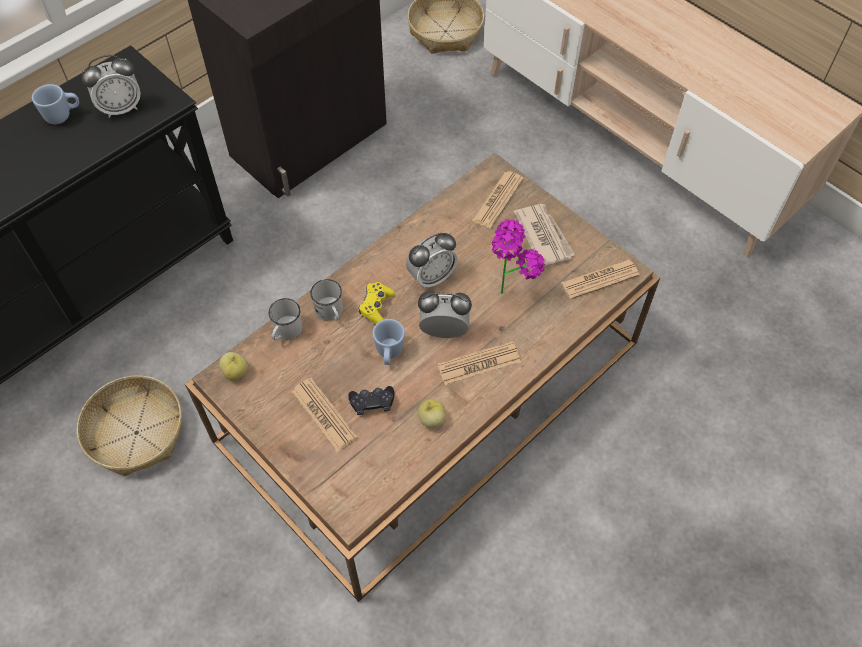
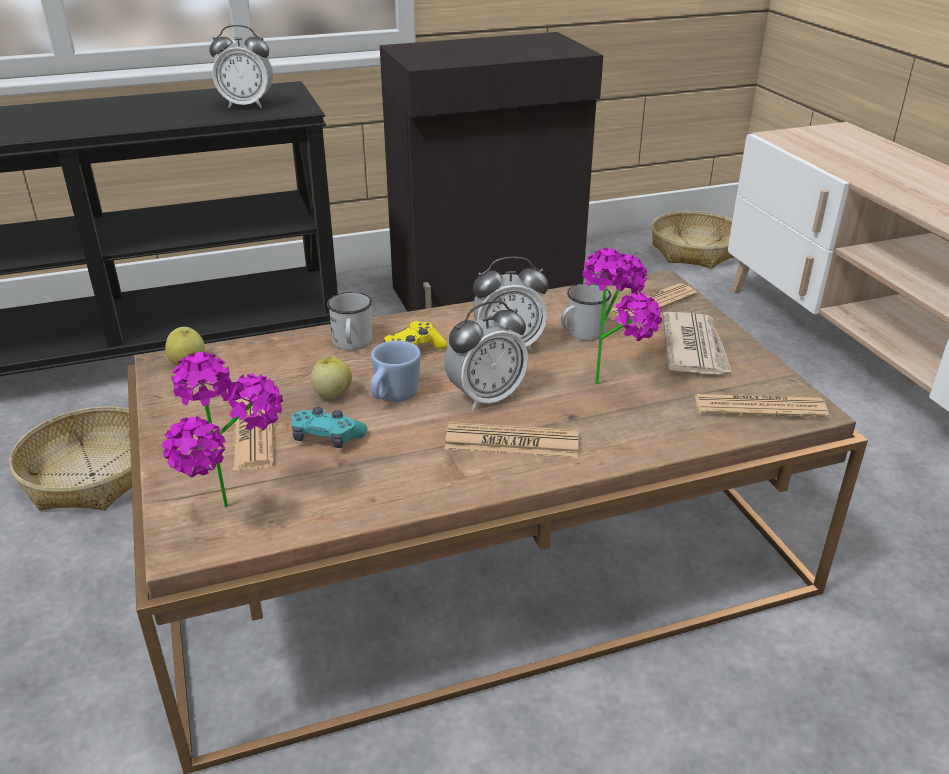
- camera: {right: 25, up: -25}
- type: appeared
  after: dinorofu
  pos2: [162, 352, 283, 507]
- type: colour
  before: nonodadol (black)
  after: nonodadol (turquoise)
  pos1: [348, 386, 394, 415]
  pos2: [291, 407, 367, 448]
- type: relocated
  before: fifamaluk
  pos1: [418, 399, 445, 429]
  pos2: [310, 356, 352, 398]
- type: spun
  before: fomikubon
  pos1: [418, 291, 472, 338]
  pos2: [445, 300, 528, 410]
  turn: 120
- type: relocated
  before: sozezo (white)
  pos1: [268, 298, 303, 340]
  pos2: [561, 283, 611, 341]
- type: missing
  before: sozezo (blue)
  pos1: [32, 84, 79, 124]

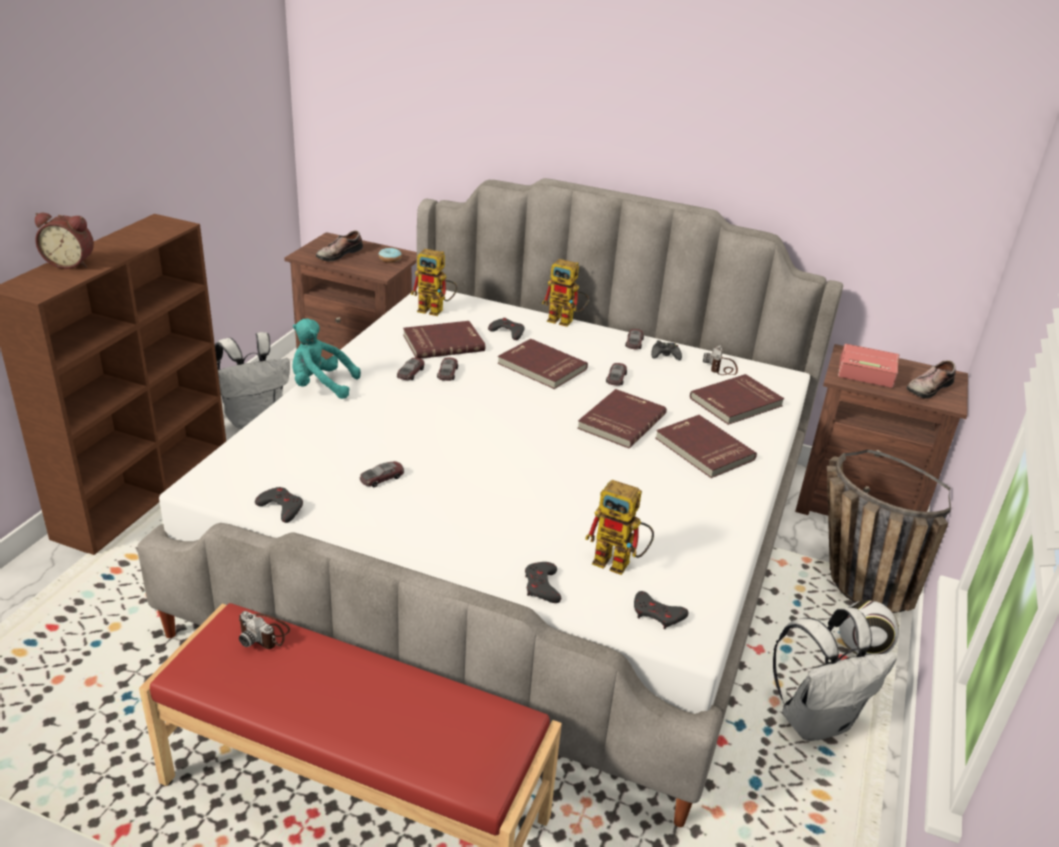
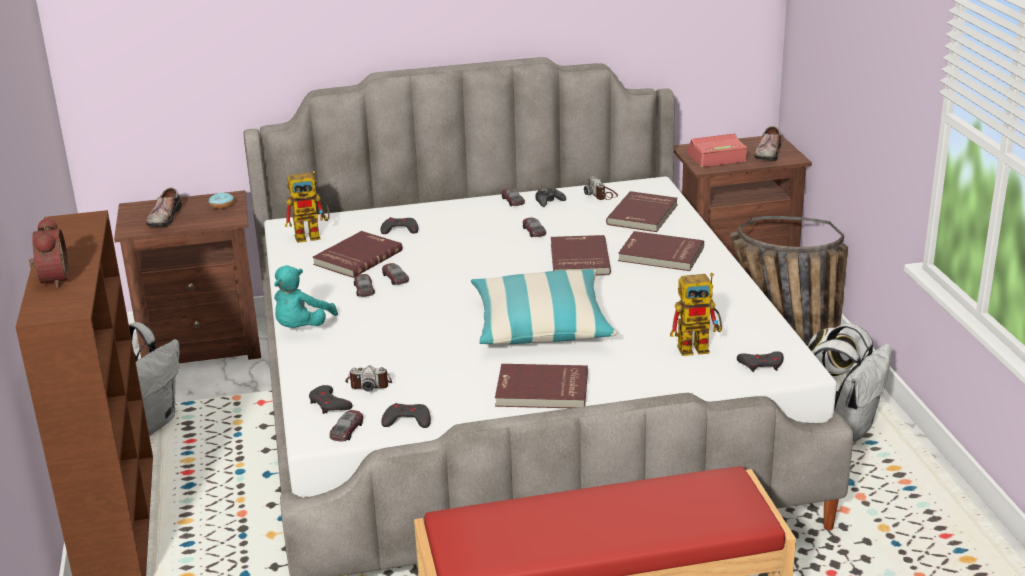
- camera: {right: -30, up: -5}
- type: spun
  before: fomikubon
  pos1: [35, 213, 94, 269]
  pos2: [29, 217, 69, 288]
  turn: -75
- type: spun
  before: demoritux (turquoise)
  pos1: [292, 319, 361, 399]
  pos2: [274, 265, 338, 328]
  turn: -45
- type: relocated
  before: nonodadol (grey)
  pos1: [525, 562, 561, 603]
  pos2: [309, 385, 353, 414]
- type: relocated
  before: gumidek
  pos1: [360, 461, 404, 487]
  pos2: [330, 410, 363, 441]
- type: relocated
  before: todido
  pos1: [239, 611, 290, 649]
  pos2: [345, 366, 392, 392]
- type: appeared
  after: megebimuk
  pos2: [471, 269, 618, 344]
- type: relocated
  before: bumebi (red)
  pos1: [497, 339, 588, 389]
  pos2: [495, 364, 588, 408]
- type: missing
  before: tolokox
  pos1: [542, 259, 589, 327]

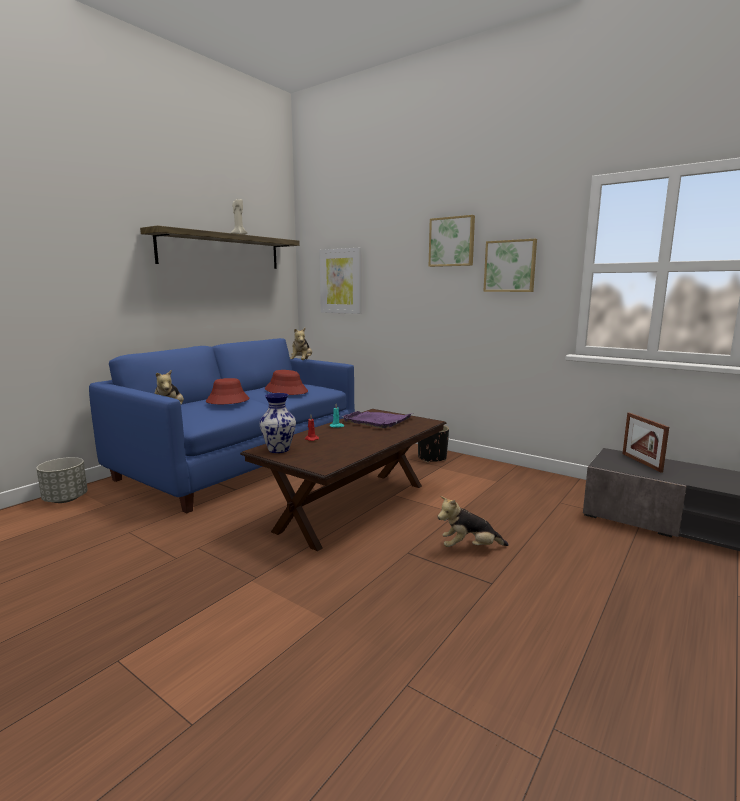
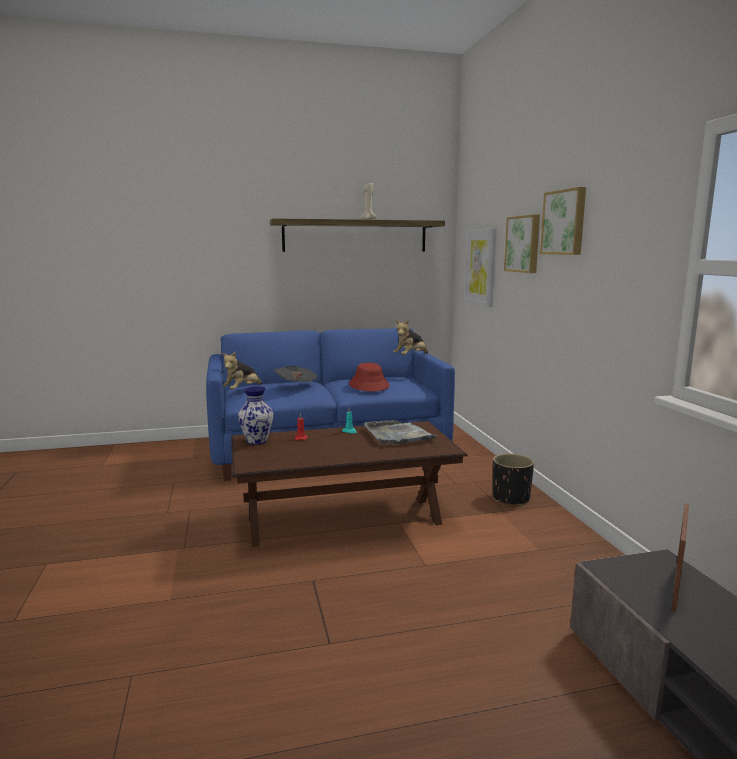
- camera: {right: 40, up: 0}
- type: exchanged
  before: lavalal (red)
  after: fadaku
  pos1: [206, 378, 249, 404]
  pos2: [273, 366, 318, 382]
- type: colour
  before: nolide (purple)
  after: nolide (grey)
  pos1: [342, 411, 413, 428]
  pos2: [364, 420, 436, 444]
- type: relocated
  before: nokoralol
  pos1: [483, 239, 537, 292]
  pos2: [504, 215, 540, 273]
- type: missing
  before: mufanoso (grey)
  pos1: [36, 457, 88, 503]
- type: missing
  before: demoritux
  pos1: [438, 496, 509, 547]

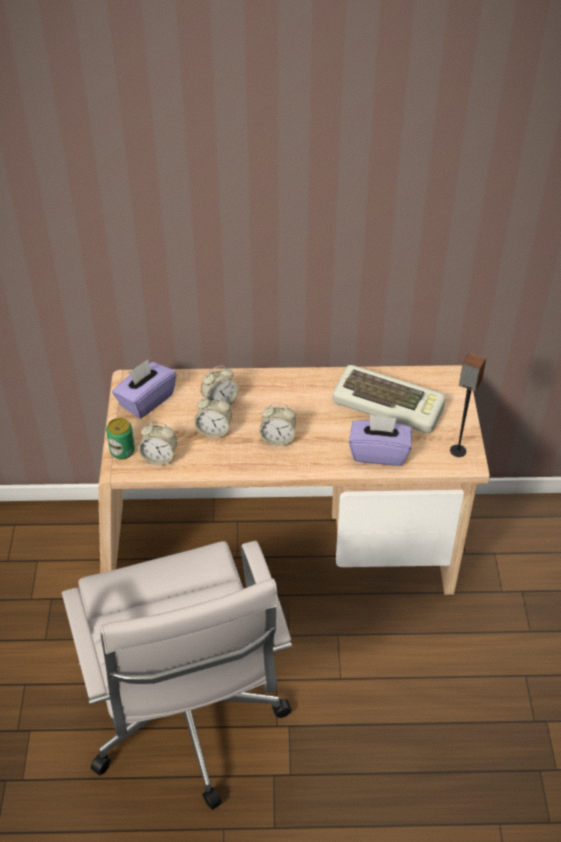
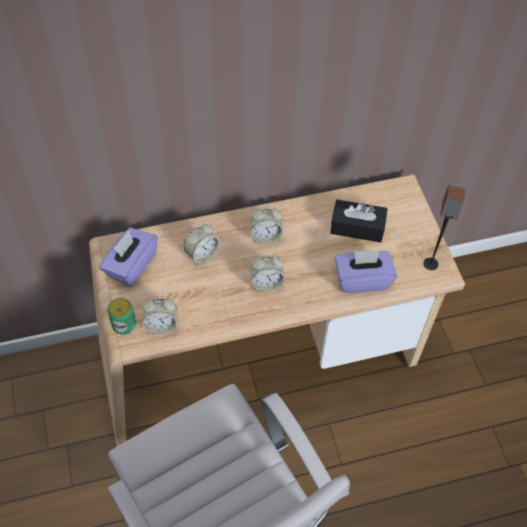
- camera: {right: -15, up: 10}
- type: relocated
  before: fomikubon
  pos1: [194, 395, 232, 438]
  pos2: [250, 207, 283, 243]
- type: exchanged
  before: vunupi
  after: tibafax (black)
  pos1: [333, 365, 446, 433]
  pos2: [330, 200, 388, 243]

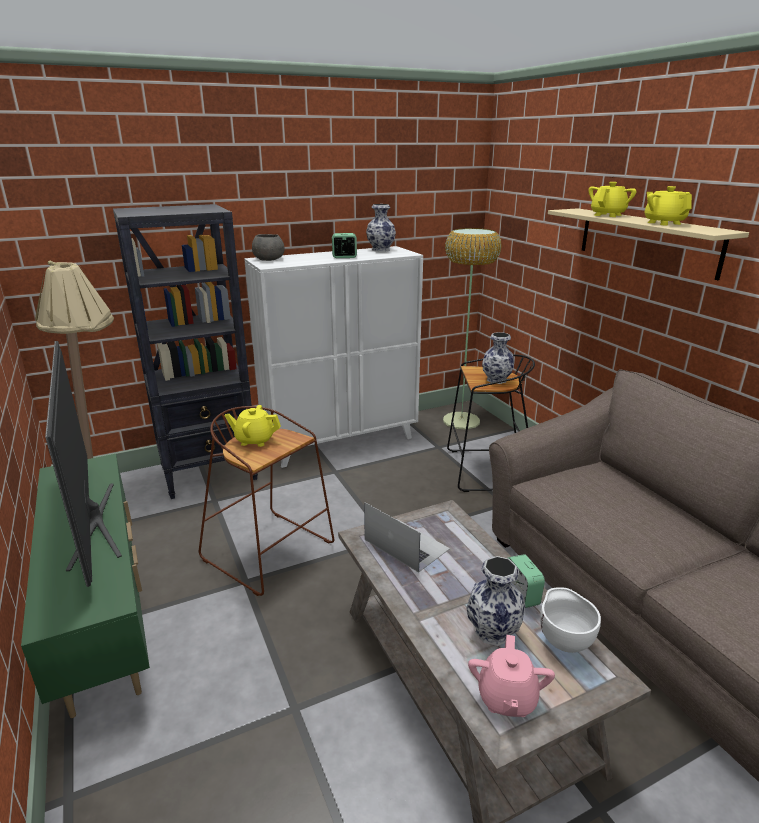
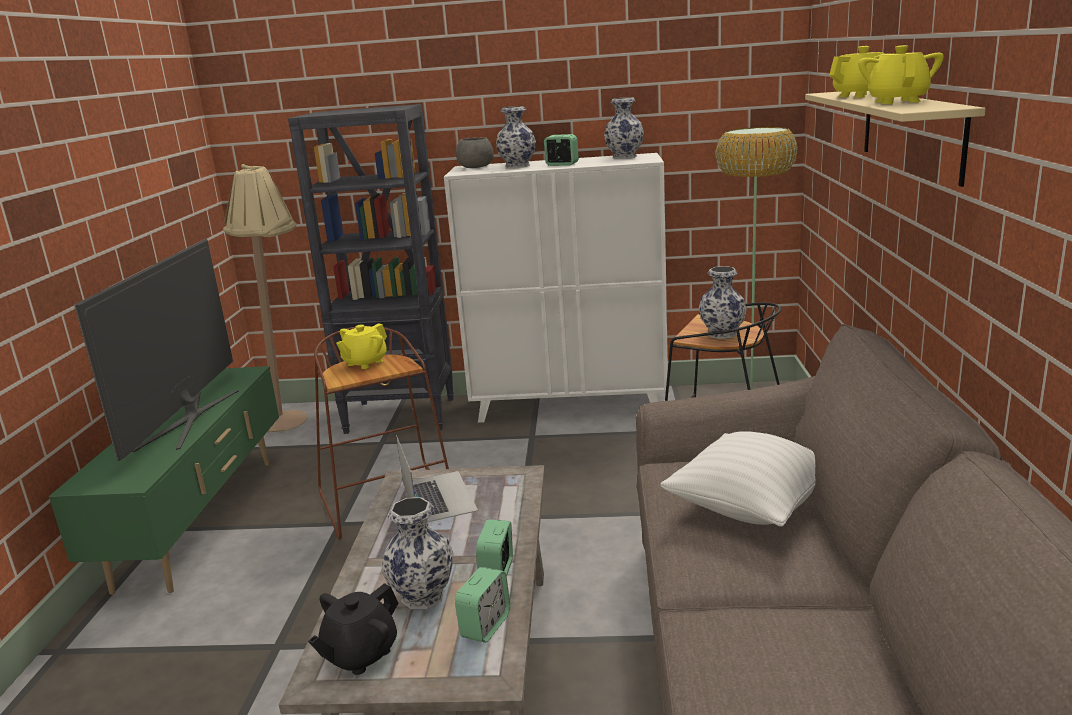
- camera: {right: 30, up: -5}
- type: colour
  before: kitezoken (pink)
  after: kitezoken (black)
  pos1: [468, 635, 555, 717]
  pos2: [308, 583, 398, 675]
- type: spun
  before: kitezoken (yellow)
  pos1: [225, 405, 281, 447]
  pos2: [336, 323, 387, 369]
  turn: -90
- type: exchanged
  before: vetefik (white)
  after: fomikubon
  pos1: [540, 587, 601, 653]
  pos2: [455, 567, 510, 643]
- type: appeared
  after: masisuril
  pos2: [496, 106, 536, 168]
- type: appeared
  after: megebimuk (white)
  pos2: [660, 431, 816, 527]

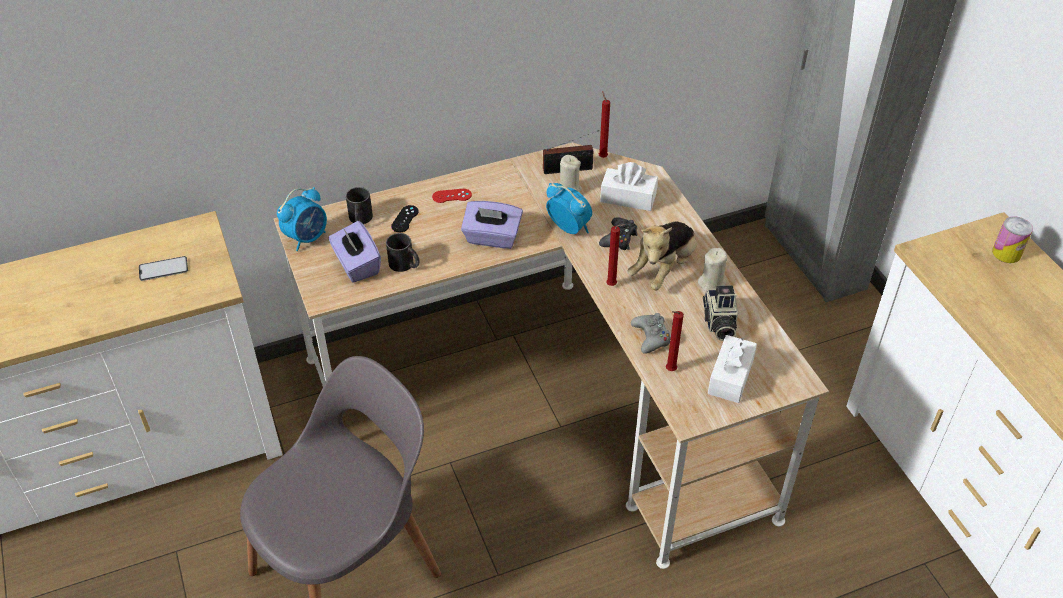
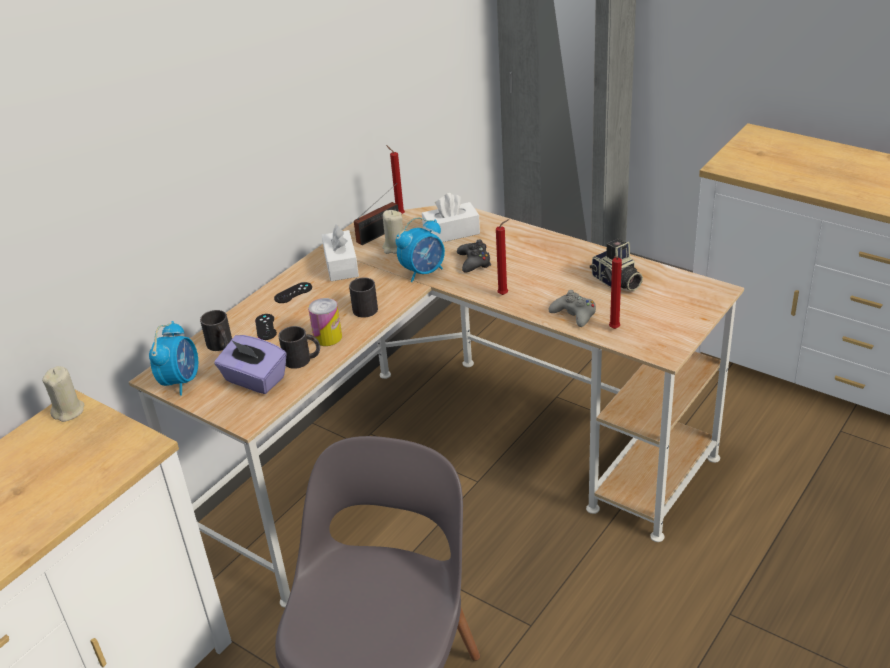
- camera: {right: -30, up: -10}
- type: relocated
  before: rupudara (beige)
  pos1: [698, 248, 727, 292]
  pos2: [42, 366, 84, 422]
- type: colour
  before: nonodadol (red)
  after: nonodadol (black)
  pos1: [432, 189, 472, 203]
  pos2: [274, 282, 312, 303]
- type: relocated
  before: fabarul
  pos1: [992, 216, 1033, 263]
  pos2: [308, 298, 342, 346]
- type: relocated
  before: tibafax (white)
  pos1: [708, 335, 757, 403]
  pos2: [322, 224, 359, 281]
- type: exchanged
  before: tibafax (purple)
  after: sozezo (black)
  pos1: [461, 201, 523, 249]
  pos2: [349, 277, 378, 318]
- type: spun
  before: fomikubon
  pos1: [546, 183, 592, 234]
  pos2: [396, 217, 445, 282]
  turn: 135
- type: missing
  before: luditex
  pos1: [139, 256, 188, 281]
- type: missing
  before: demoritux
  pos1: [627, 222, 697, 290]

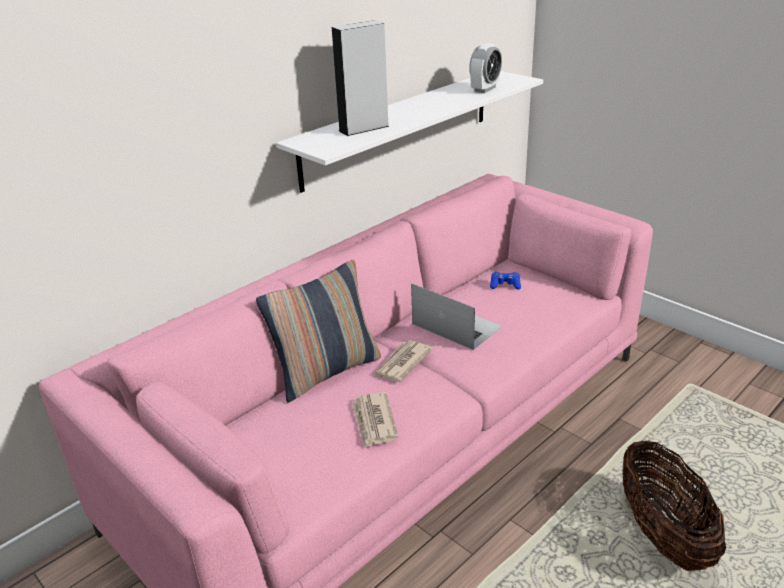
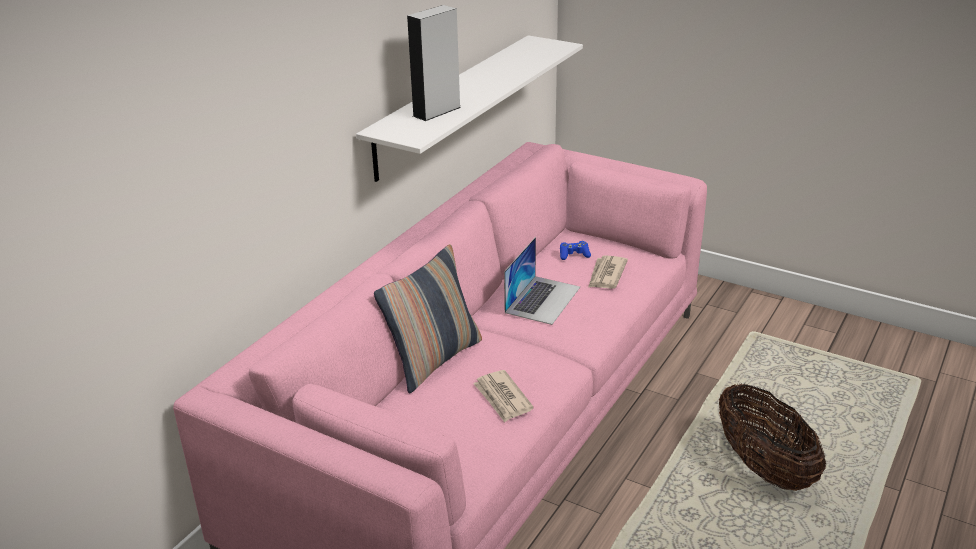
- camera: {right: -15, up: 0}
- type: spun
  before: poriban
  pos1: [411, 283, 503, 350]
  pos2: [504, 237, 580, 325]
  turn: 90
- type: relocated
  before: fadaku
  pos1: [373, 340, 433, 382]
  pos2: [588, 255, 628, 289]
- type: missing
  before: fomikubon
  pos1: [469, 43, 502, 93]

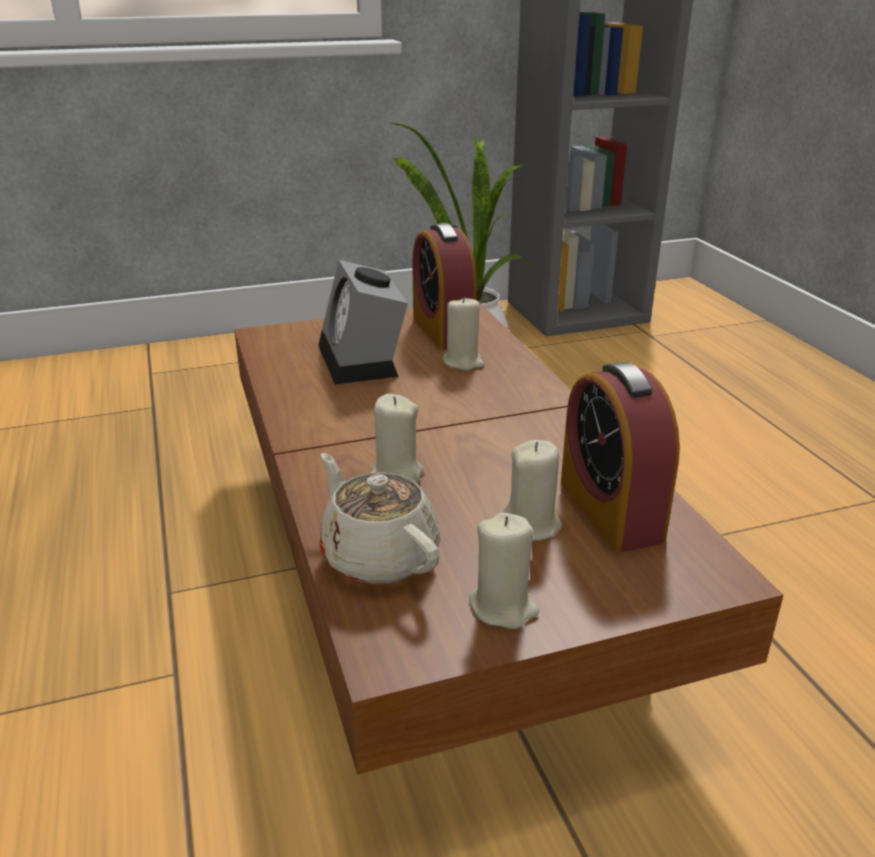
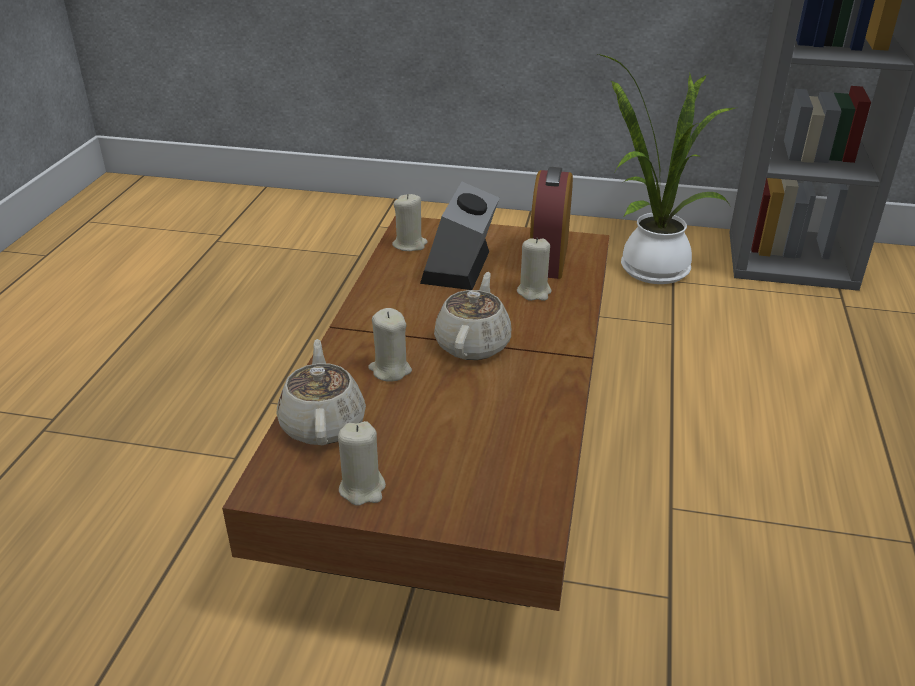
- camera: {right: 30, up: 5}
- type: relocated
  before: rupudara (beige)
  pos1: [503, 440, 562, 541]
  pos2: [392, 194, 428, 251]
- type: appeared
  after: kitezoken (beige)
  pos2: [434, 272, 511, 360]
- type: missing
  before: fomikubon
  pos1: [561, 362, 680, 553]

